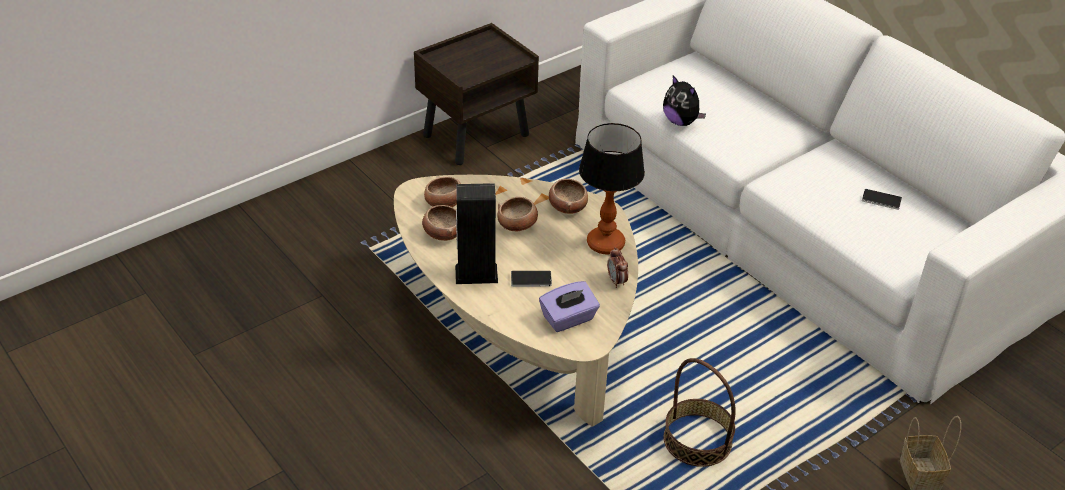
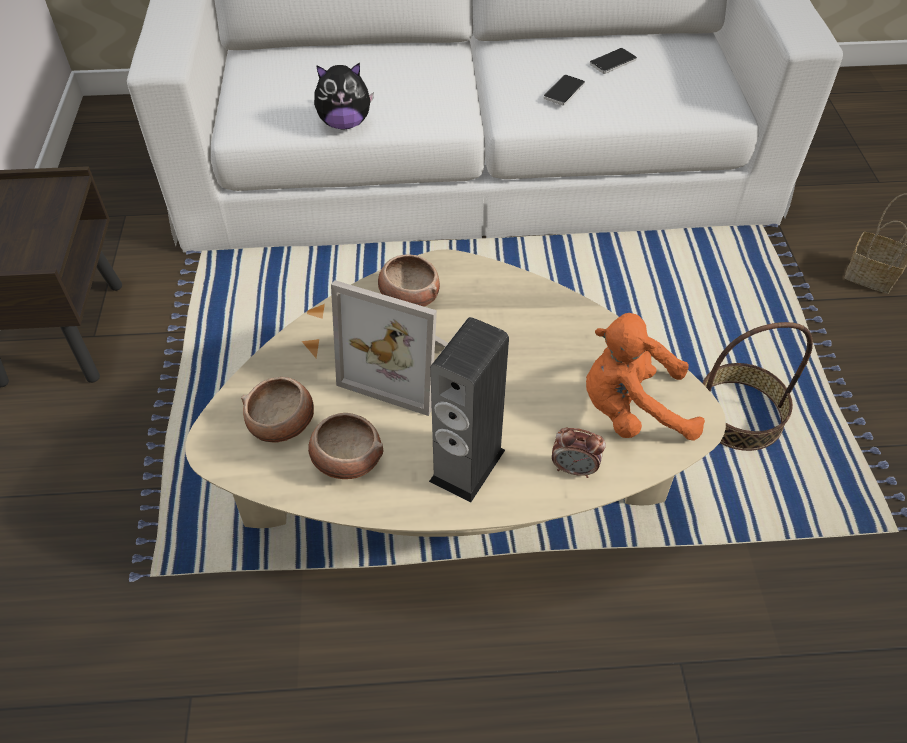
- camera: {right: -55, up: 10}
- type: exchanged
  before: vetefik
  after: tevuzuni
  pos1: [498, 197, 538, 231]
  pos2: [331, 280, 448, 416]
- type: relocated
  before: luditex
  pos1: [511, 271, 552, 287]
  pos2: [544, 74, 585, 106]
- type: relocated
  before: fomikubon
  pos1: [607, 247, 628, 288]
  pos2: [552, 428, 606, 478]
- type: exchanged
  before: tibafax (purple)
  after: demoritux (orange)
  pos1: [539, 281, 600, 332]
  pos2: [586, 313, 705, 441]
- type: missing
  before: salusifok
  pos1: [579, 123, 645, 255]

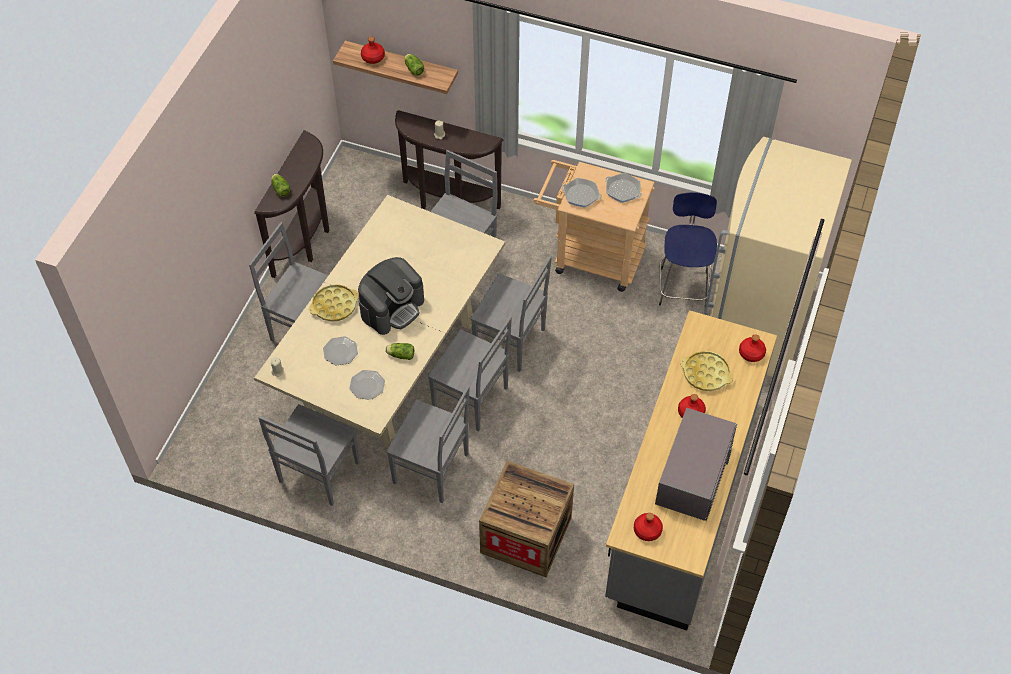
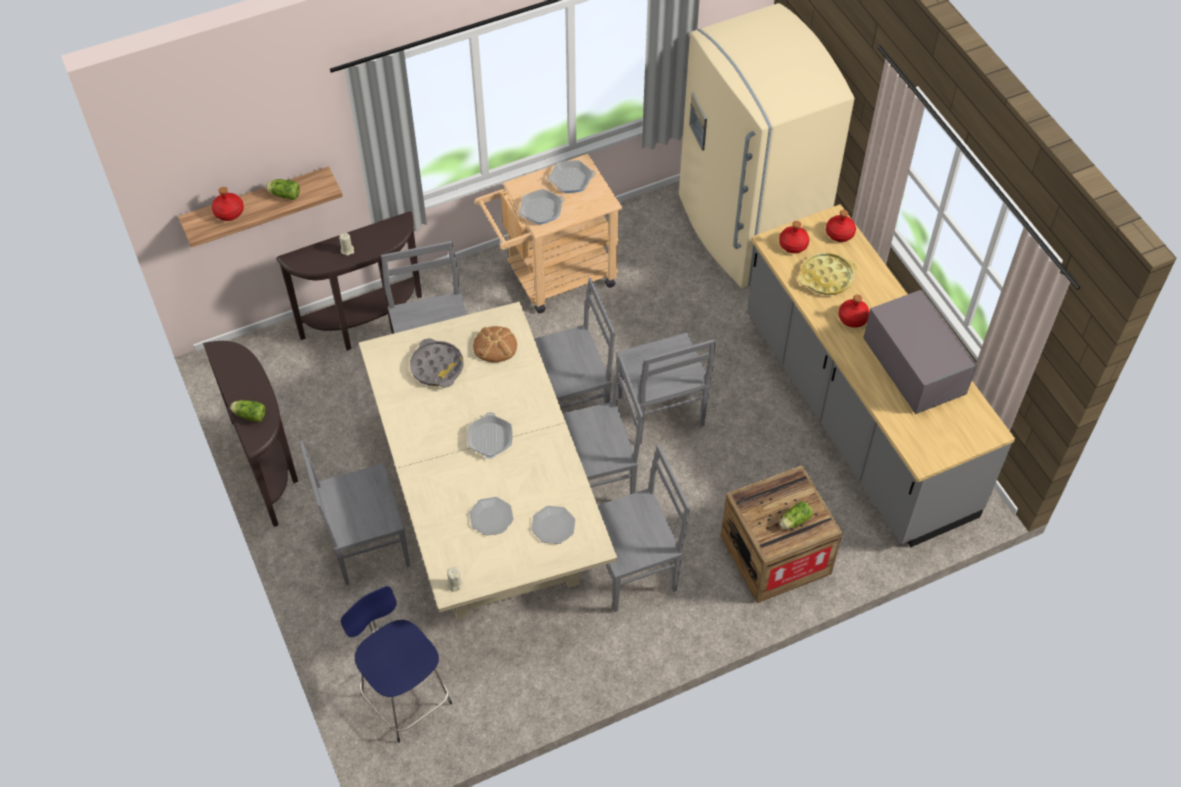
- camera: {right: -45, up: 0}
- type: relocated
  before: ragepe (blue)
  pos1: [659, 192, 717, 306]
  pos2: [341, 586, 452, 743]
- type: appeared
  after: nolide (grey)
  pos2: [410, 338, 464, 388]
- type: exchanged
  before: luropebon
  after: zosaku
  pos1: [358, 257, 424, 335]
  pos2: [467, 412, 513, 459]
- type: appeared
  after: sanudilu
  pos2: [473, 326, 517, 362]
- type: relocated
  before: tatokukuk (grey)
  pos1: [258, 404, 360, 506]
  pos2: [616, 333, 716, 444]
- type: relocated
  before: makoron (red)
  pos1: [634, 513, 663, 541]
  pos2: [779, 221, 809, 253]
- type: relocated
  before: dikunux
  pos1: [385, 343, 414, 360]
  pos2: [780, 502, 813, 529]
- type: missing
  before: nolide (yellow)
  pos1: [309, 284, 359, 322]

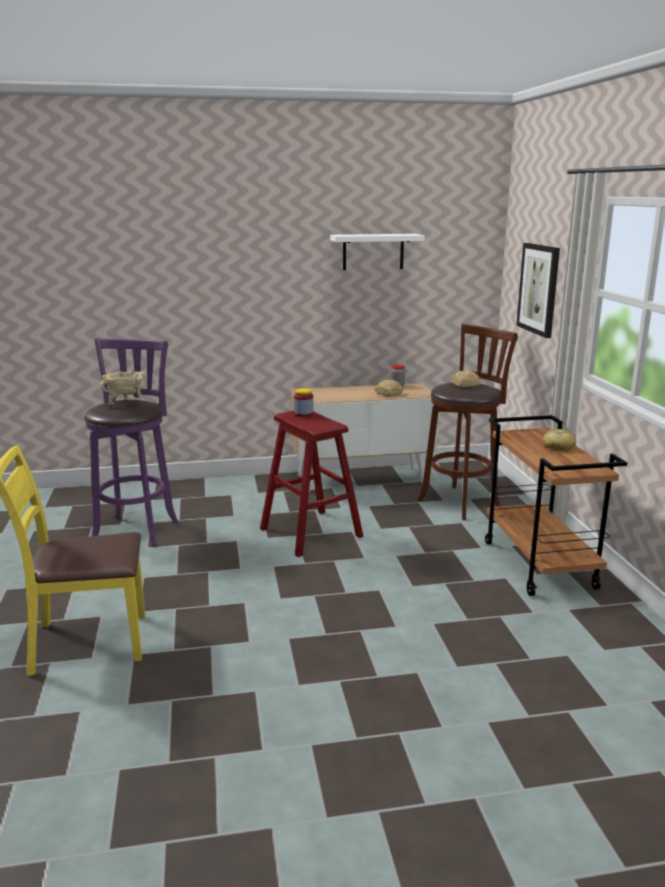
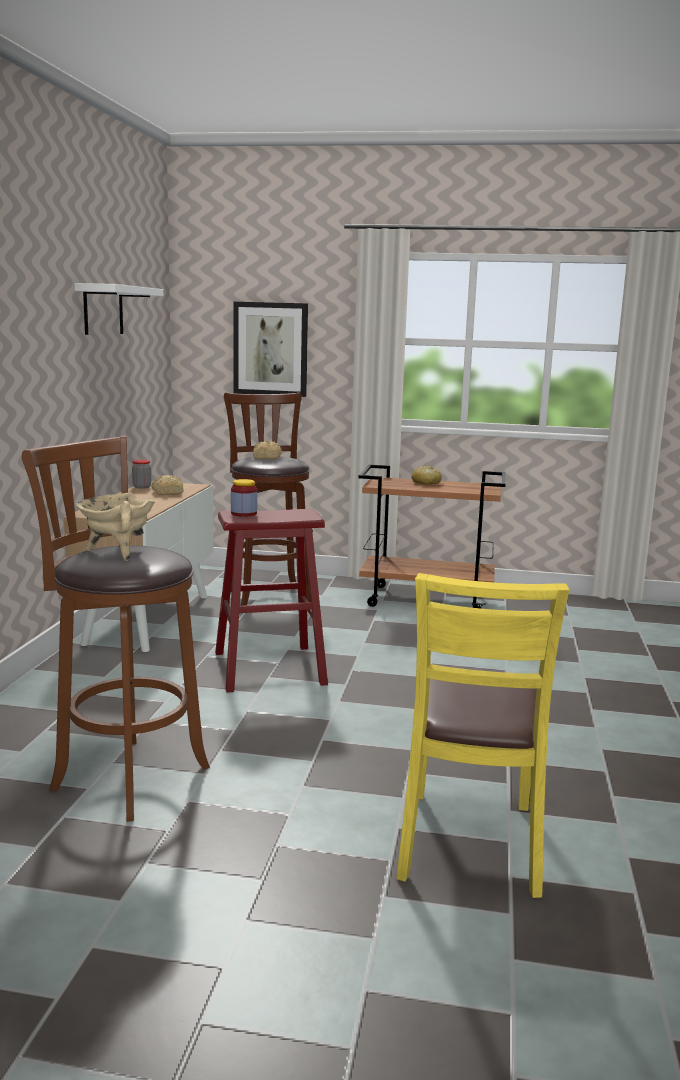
- camera: {right: -70, up: -5}
- type: colour
  before: ragepe (purple)
  after: ragepe (brown)
  pos1: [84, 338, 178, 547]
  pos2: [22, 436, 210, 822]

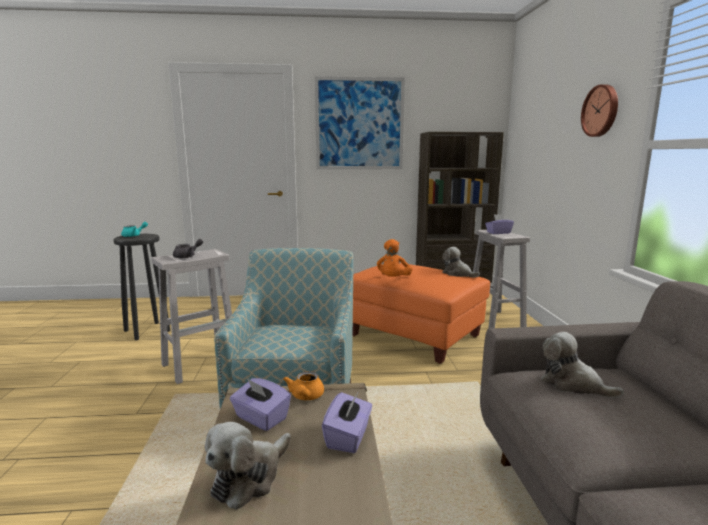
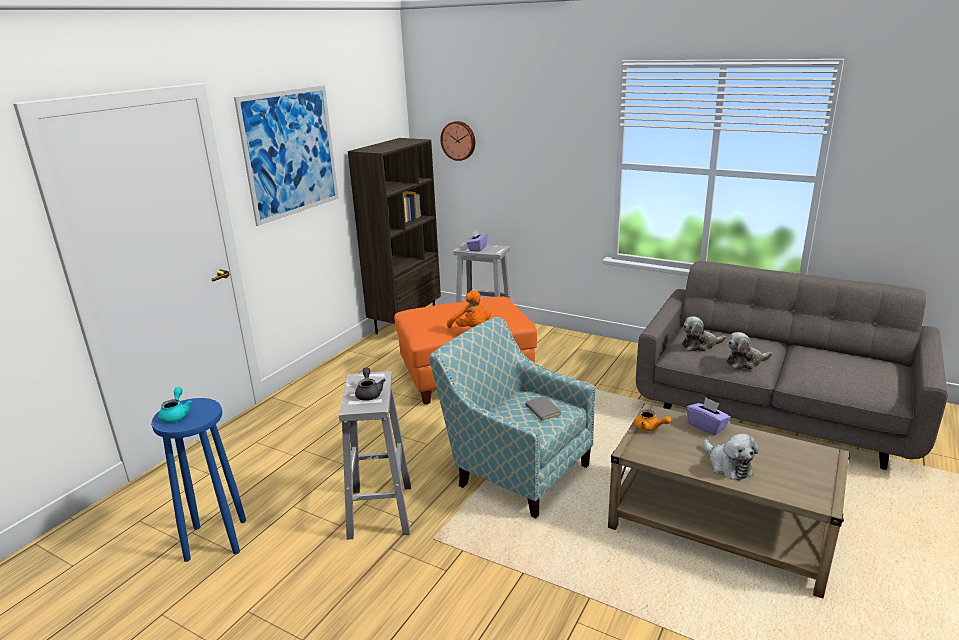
- camera: {right: -55, up: 10}
- type: colour
  before: ragepe (black)
  after: ragepe (blue)
  pos1: [113, 234, 171, 340]
  pos2: [151, 398, 246, 562]
- type: relocated
  before: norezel
  pos1: [581, 84, 618, 137]
  pos2: [440, 121, 475, 161]
- type: appeared
  after: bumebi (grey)
  pos2: [525, 396, 561, 421]
- type: relocated
  before: demoritux
  pos1: [442, 247, 480, 278]
  pos2: [726, 332, 772, 369]
- type: missing
  before: tibafax (purple)
  pos1: [230, 378, 291, 431]

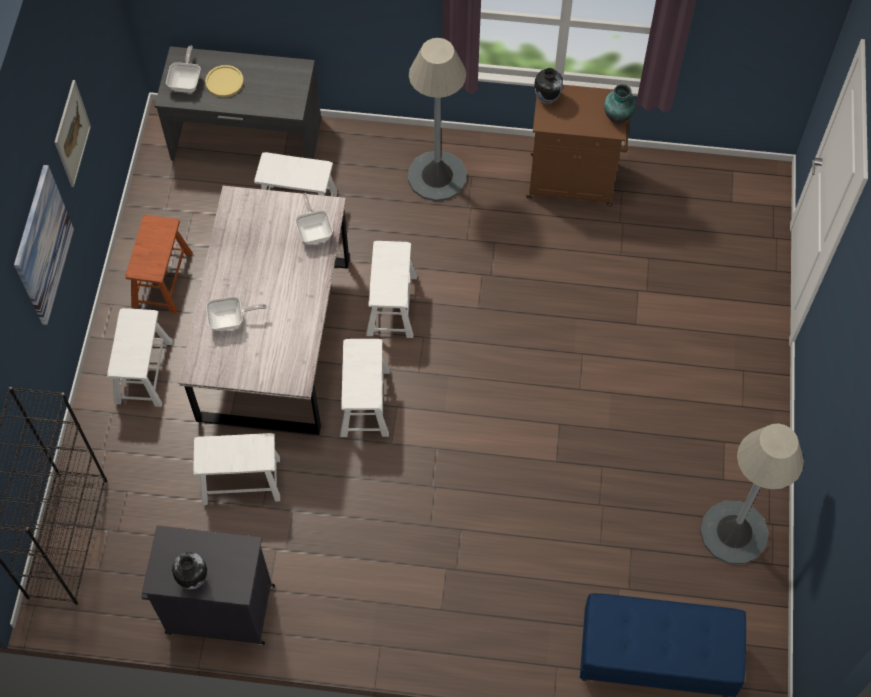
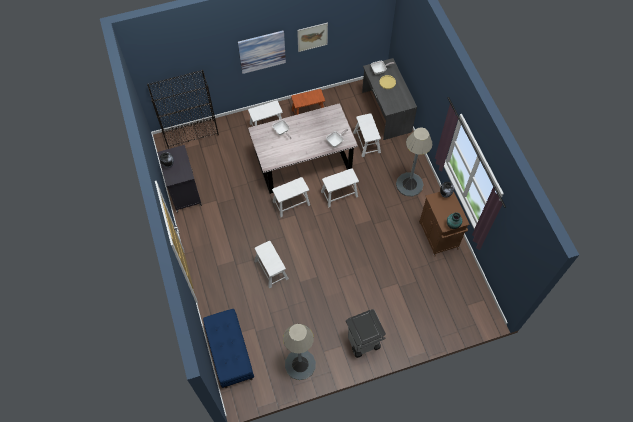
- camera: {right: 65, up: 0}
- type: relocated
  before: ragepe (white)
  pos1: [193, 433, 280, 505]
  pos2: [254, 241, 289, 288]
- type: appeared
  after: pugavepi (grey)
  pos2: [346, 309, 386, 358]

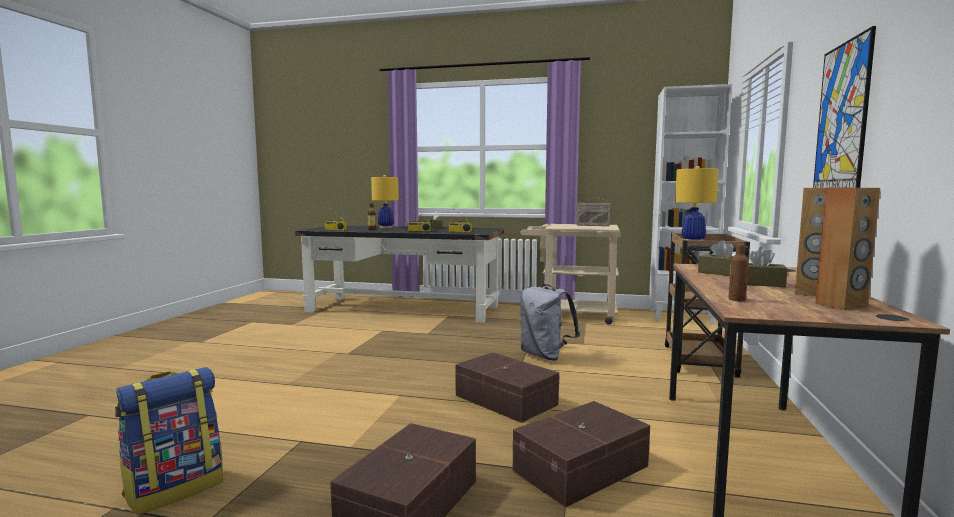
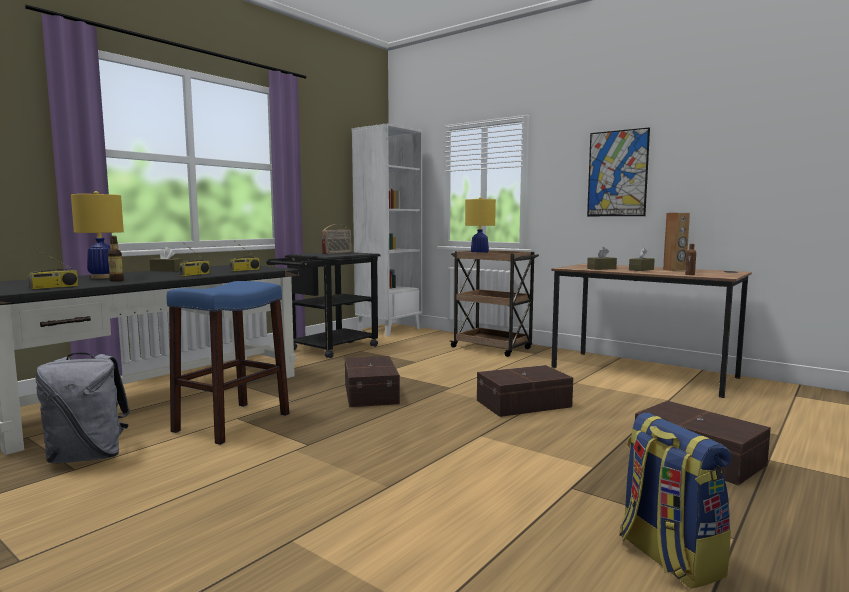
- camera: {right: -65, up: 0}
- type: relocated
  before: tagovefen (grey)
  pos1: [520, 284, 580, 361]
  pos2: [35, 352, 130, 463]
- type: appeared
  after: ragepe (blue)
  pos2: [167, 281, 290, 445]
- type: colour
  before: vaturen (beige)
  after: vaturen (black)
  pos1: [520, 224, 621, 325]
  pos2: [266, 252, 381, 358]
- type: relocated
  before: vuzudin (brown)
  pos1: [513, 401, 650, 507]
  pos2: [345, 356, 400, 407]
- type: missing
  before: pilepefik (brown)
  pos1: [815, 188, 880, 310]

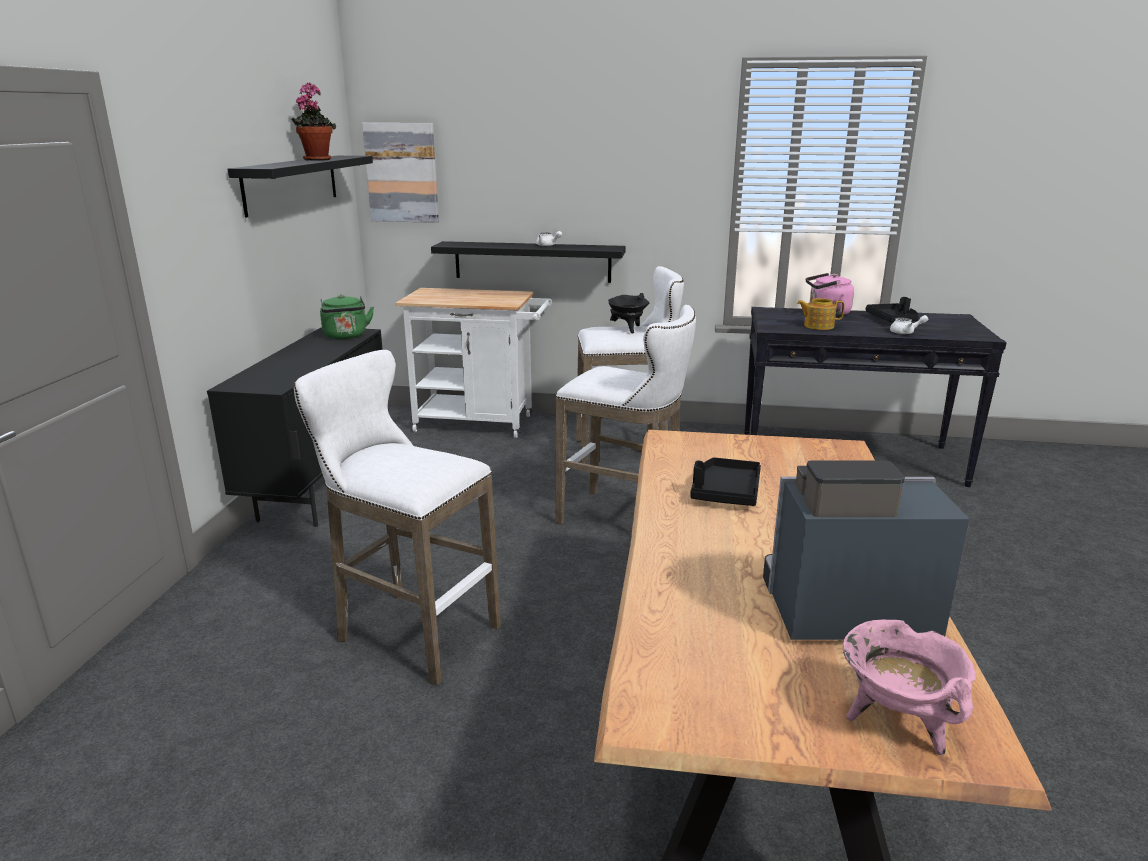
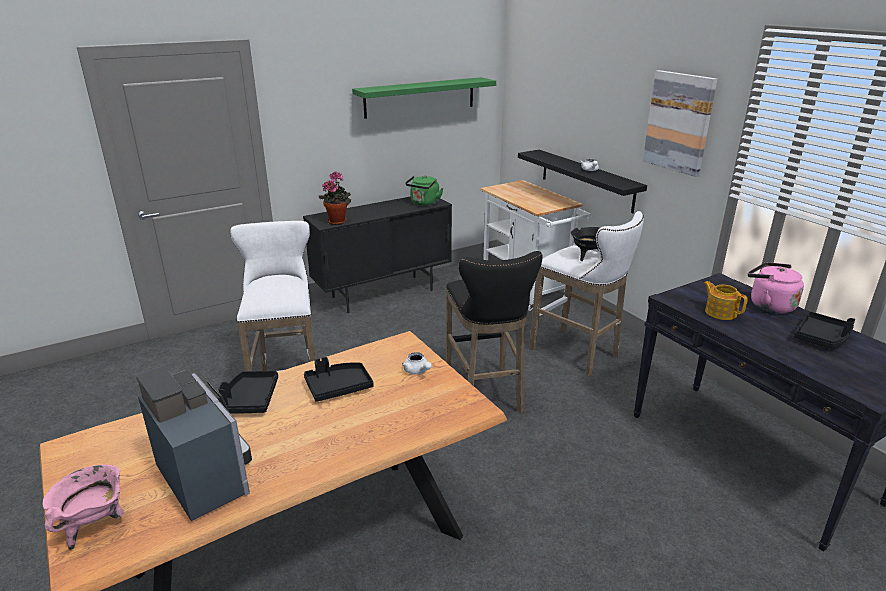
- camera: {right: 50, up: 5}
- type: appeared
  after: nolide (black)
  pos2: [218, 371, 278, 414]
- type: relocated
  before: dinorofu
  pos1: [291, 82, 336, 161]
  pos2: [319, 171, 351, 225]
- type: colour
  before: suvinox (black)
  after: suvinox (green)
  pos1: [228, 156, 373, 218]
  pos2: [352, 77, 496, 119]
- type: relocated
  before: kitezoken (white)
  pos1: [890, 315, 928, 334]
  pos2: [402, 352, 432, 375]
- type: colour
  before: ragepe (white)
  after: ragepe (black)
  pos1: [555, 305, 696, 525]
  pos2: [446, 251, 543, 413]
- type: relocated
  before: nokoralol
  pos1: [362, 123, 439, 223]
  pos2: [643, 70, 717, 177]

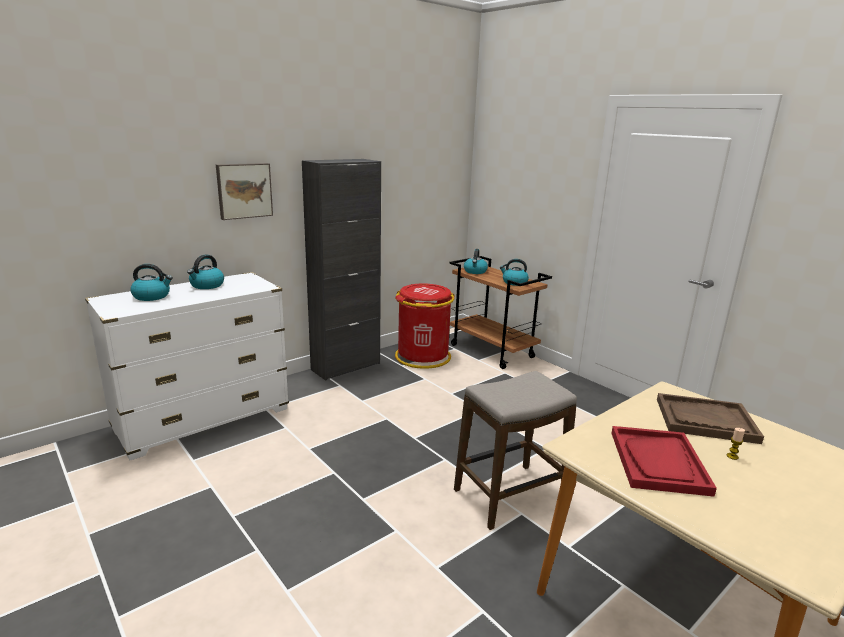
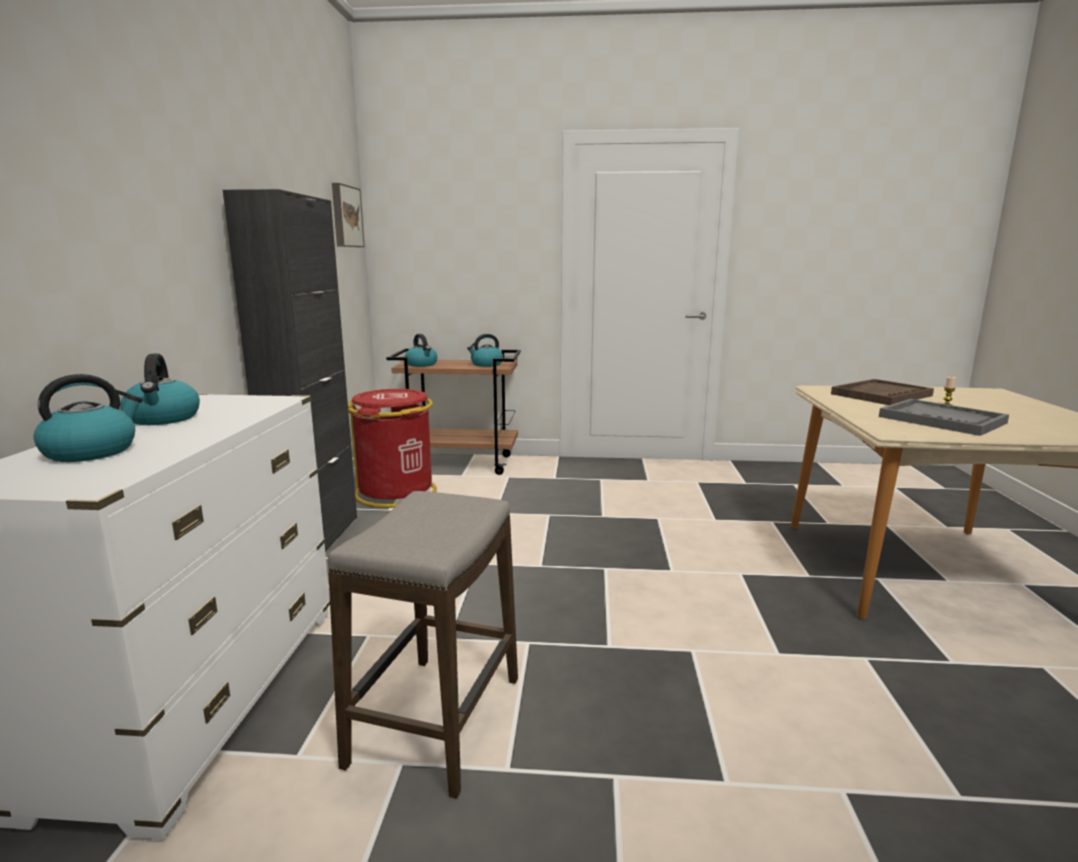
- camera: {right: -45, up: -5}
- type: relocated
  before: ragepe
  pos1: [454, 371, 577, 530]
  pos2: [328, 491, 518, 799]
- type: relocated
  before: nokoralol
  pos1: [216, 163, 273, 220]
  pos2: [332, 183, 365, 247]
- type: colour
  before: nolide (red)
  after: nolide (grey)
  pos1: [611, 426, 717, 497]
  pos2: [879, 399, 1009, 436]

